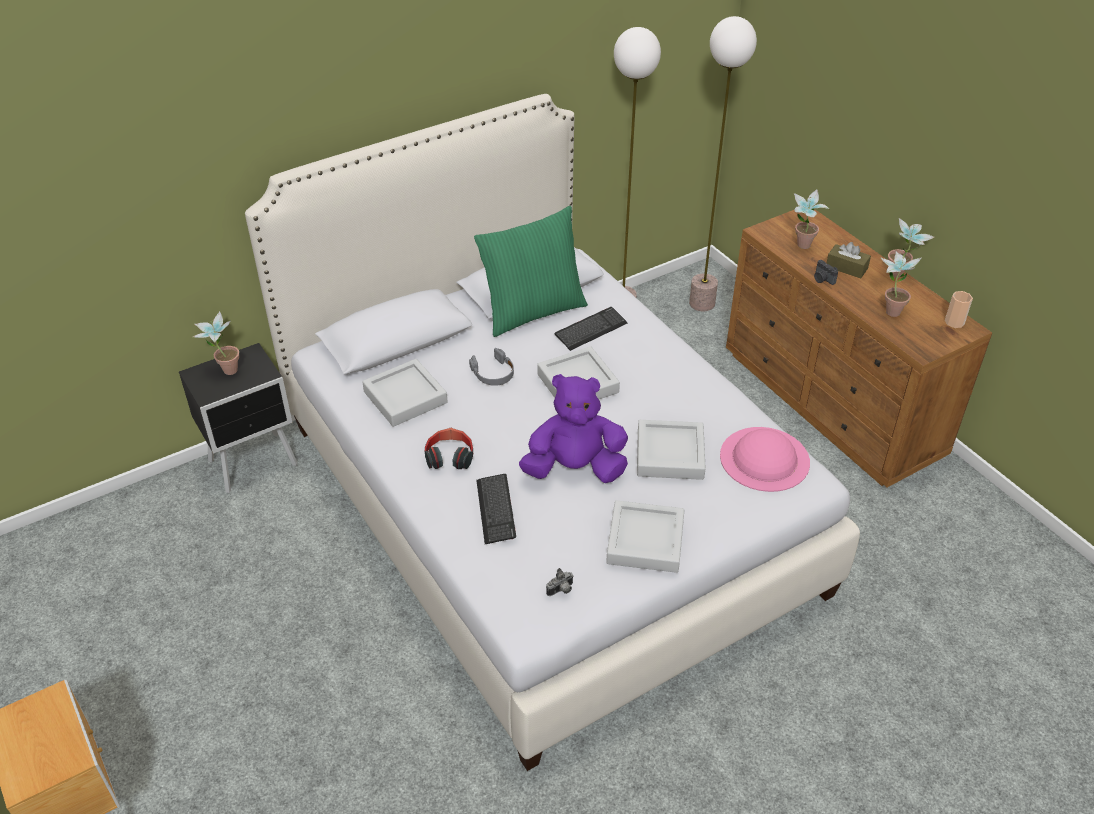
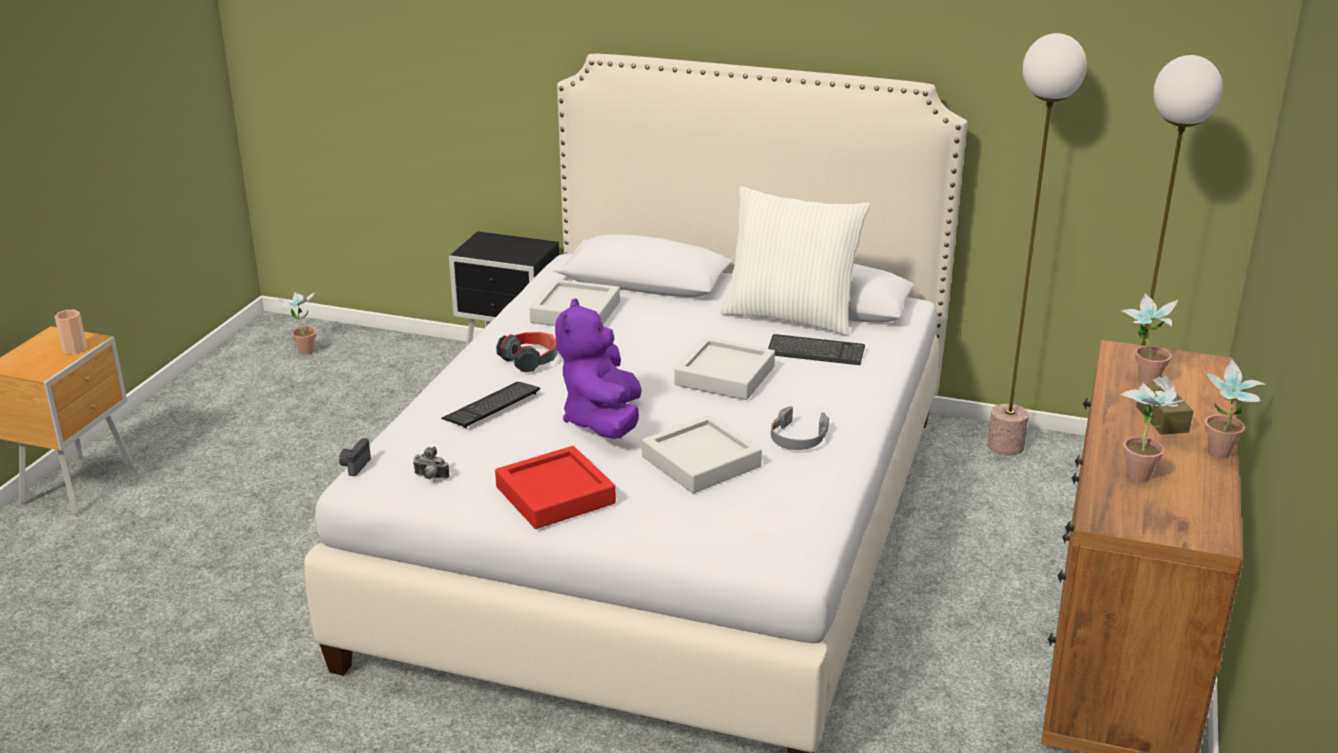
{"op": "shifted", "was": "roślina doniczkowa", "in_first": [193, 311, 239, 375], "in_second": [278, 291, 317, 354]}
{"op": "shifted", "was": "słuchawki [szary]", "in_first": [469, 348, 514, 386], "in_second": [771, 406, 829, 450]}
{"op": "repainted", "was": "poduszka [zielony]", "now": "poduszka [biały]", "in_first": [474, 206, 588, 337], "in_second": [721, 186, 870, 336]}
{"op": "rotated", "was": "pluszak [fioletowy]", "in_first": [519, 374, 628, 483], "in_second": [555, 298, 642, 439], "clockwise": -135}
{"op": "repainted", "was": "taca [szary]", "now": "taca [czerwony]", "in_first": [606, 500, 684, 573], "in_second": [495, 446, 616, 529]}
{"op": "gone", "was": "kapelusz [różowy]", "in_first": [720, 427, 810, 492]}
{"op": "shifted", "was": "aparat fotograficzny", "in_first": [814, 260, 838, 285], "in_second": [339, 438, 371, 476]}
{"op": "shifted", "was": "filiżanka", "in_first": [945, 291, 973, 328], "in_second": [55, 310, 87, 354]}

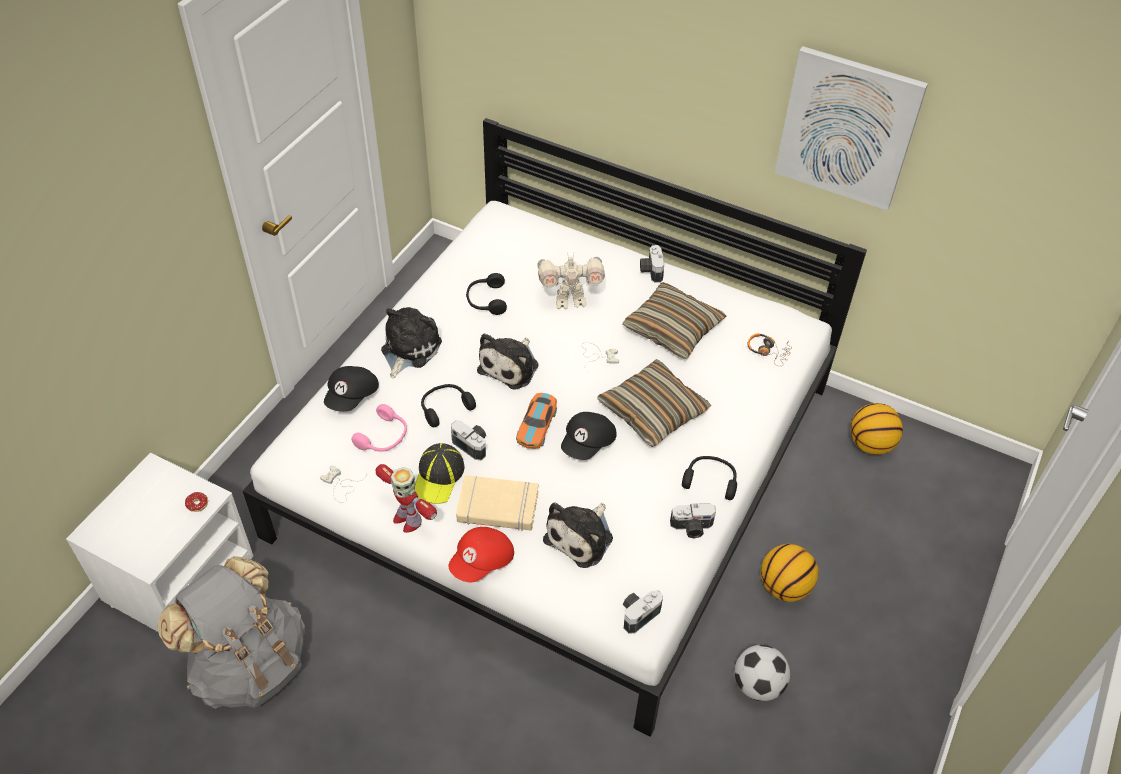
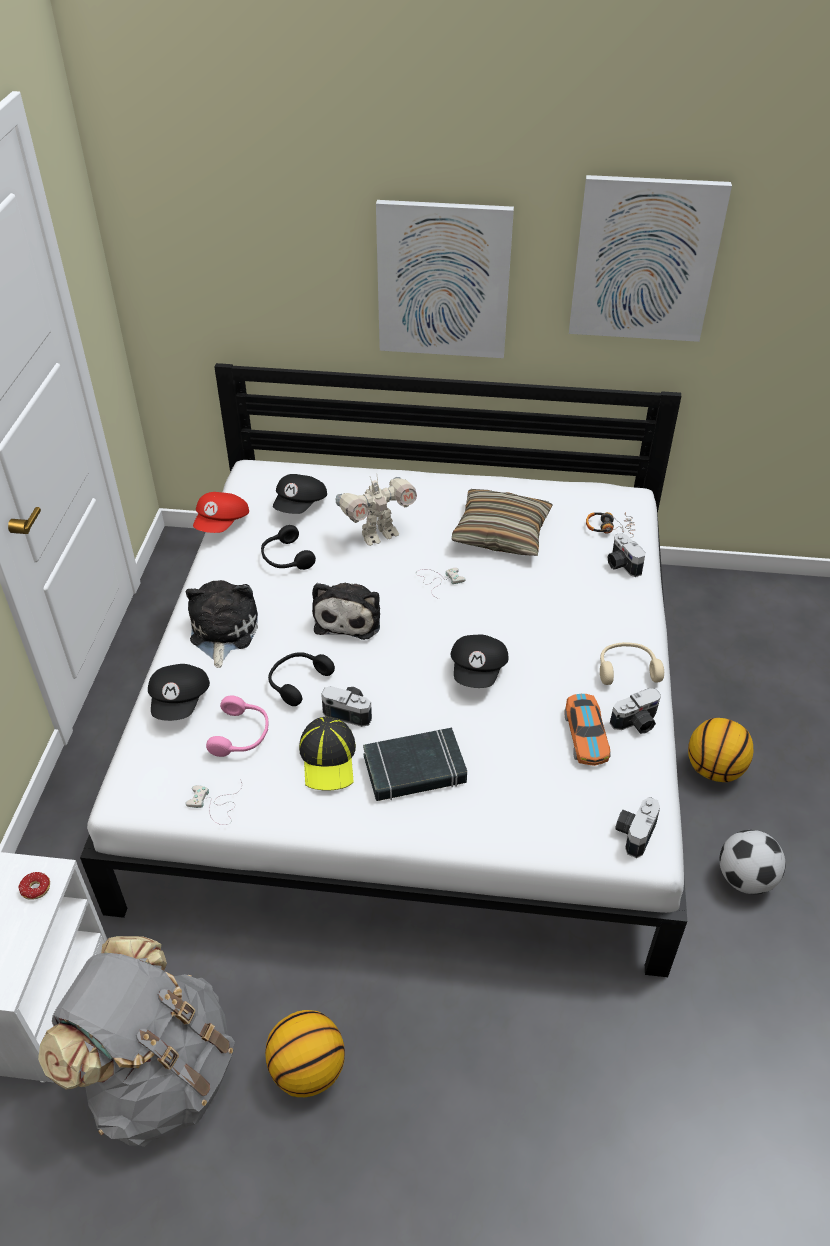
{"op": "gone", "was": "robot zabawkowy", "in_first": [375, 464, 437, 533]}
{"op": "shifted", "was": "czapka z daszkiem [czerwony]", "in_first": [448, 527, 514, 582], "in_second": [193, 492, 249, 533]}
{"op": "repainted", "was": "książka [beżowy]", "now": "książka [czarny]", "in_first": [456, 475, 538, 531], "in_second": [363, 728, 467, 801]}
{"op": "shifted", "was": "samochodzik", "in_first": [516, 393, 557, 449], "in_second": [565, 694, 611, 766]}
{"op": "gone", "was": "pluszak", "in_first": [543, 503, 613, 568]}
{"op": "gone", "was": "poduszka", "in_first": [597, 359, 711, 447]}
{"op": "shifted", "was": "aparat fotograficzny", "in_first": [640, 245, 664, 283], "in_second": [607, 533, 645, 577]}
{"op": "repainted", "was": "słuchawki [czarny]", "now": "słuchawki [beżowy]", "in_first": [682, 456, 737, 500], "in_second": [600, 642, 664, 685]}
{"op": "shifted", "was": "piłka do koszykówki", "in_first": [851, 403, 903, 455], "in_second": [265, 1010, 345, 1097]}
{"op": "new", "now": "czapka z daszkiem [czarny]", "in_second": [273, 474, 327, 514]}
{"op": "new", "now": "obraz", "in_second": [376, 200, 514, 358]}

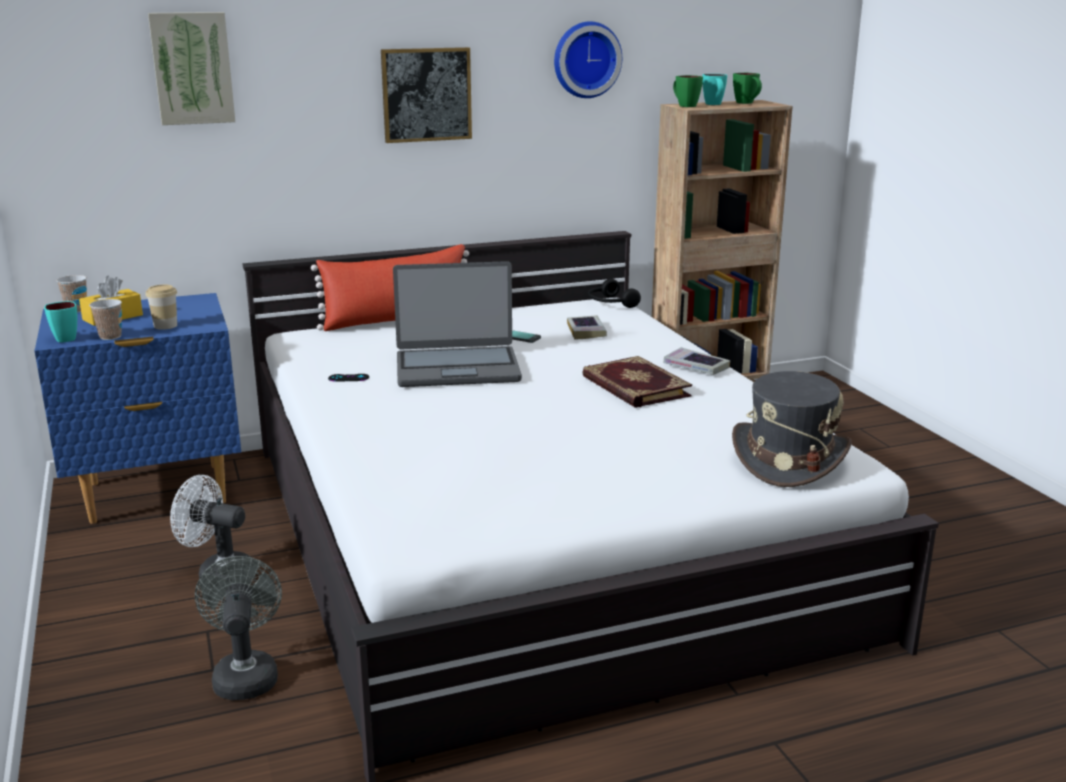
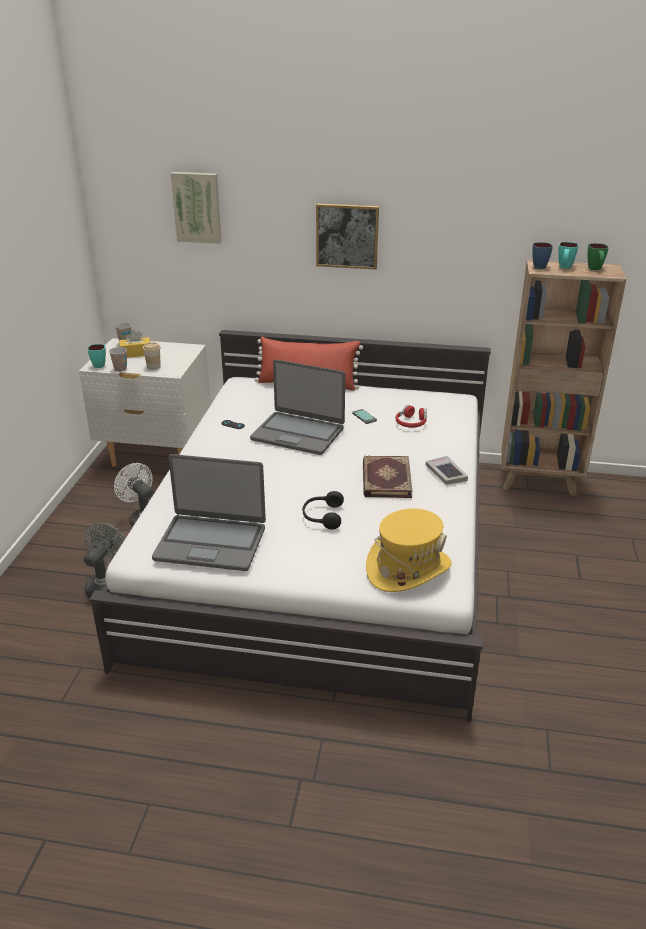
{"op": "repainted", "was": "szafka nocna [niebieski]", "now": "szafka nocna [biały]", "in_first": [34, 293, 241, 524], "in_second": [79, 338, 211, 467]}
{"op": "gone", "was": "zegar ścienny", "in_first": [554, 21, 622, 98]}
{"op": "swapped", "was": "książka", "now": "słuchawki [czerwony]", "in_first": [567, 315, 607, 340], "in_second": [395, 405, 427, 428]}
{"op": "shifted", "was": "słuchawki [czarny]", "in_first": [588, 279, 641, 308], "in_second": [302, 491, 344, 529]}
{"op": "repainted", "was": "kubek [zielony]", "now": "kubek [niebieski]", "in_first": [673, 75, 703, 107], "in_second": [532, 242, 553, 269]}
{"op": "repainted", "was": "kapelusz [szary]", "now": "kapelusz [żółty]", "in_first": [732, 371, 852, 487], "in_second": [366, 509, 452, 592]}
{"op": "new", "now": "laptop", "in_second": [152, 454, 266, 571]}

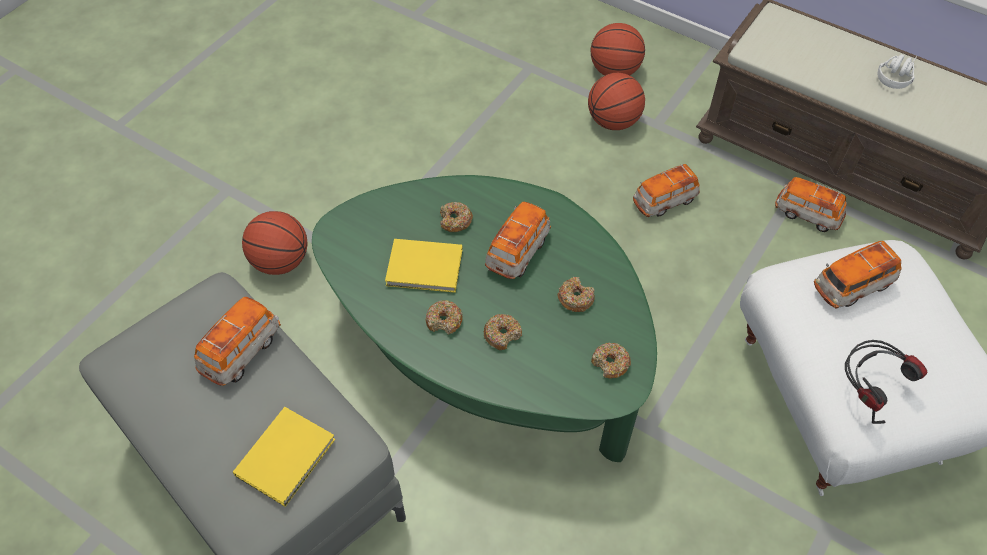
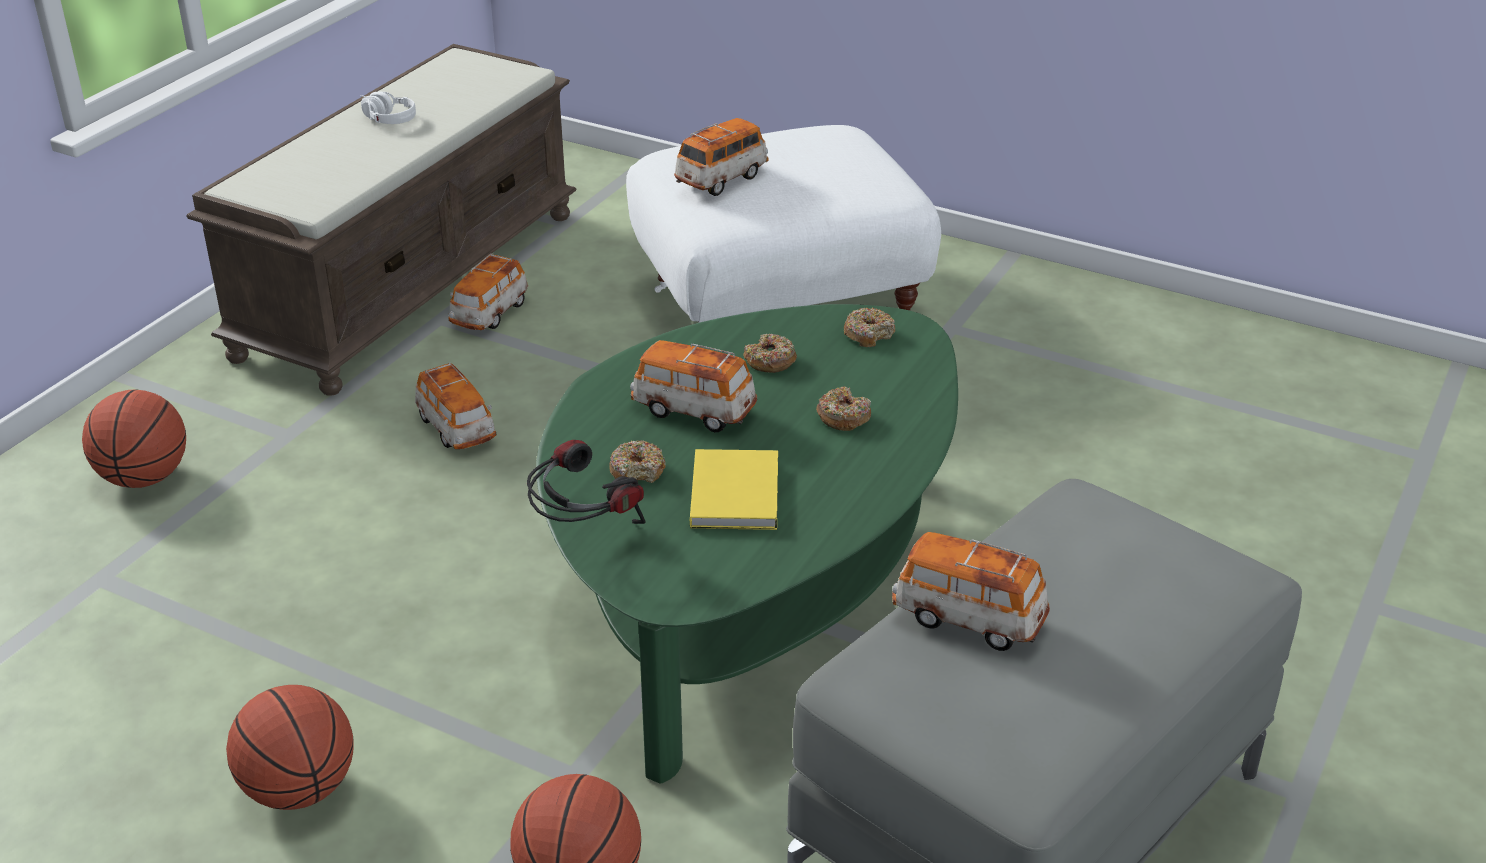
{"op": "gone", "was": "książka [żółty]", "in_first": [233, 407, 335, 507]}
{"op": "gone", "was": "donut", "in_first": [426, 300, 463, 334]}
{"op": "shifted", "was": "piłka do koszykówki", "in_first": [588, 73, 645, 130], "in_second": [226, 685, 354, 810]}
{"op": "rotated", "was": "samochodzik", "in_first": [814, 241, 902, 309], "in_second": [674, 118, 768, 196], "clockwise": -105}
{"op": "shifted", "was": "słuchawki", "in_first": [845, 340, 928, 424], "in_second": [527, 440, 646, 524]}

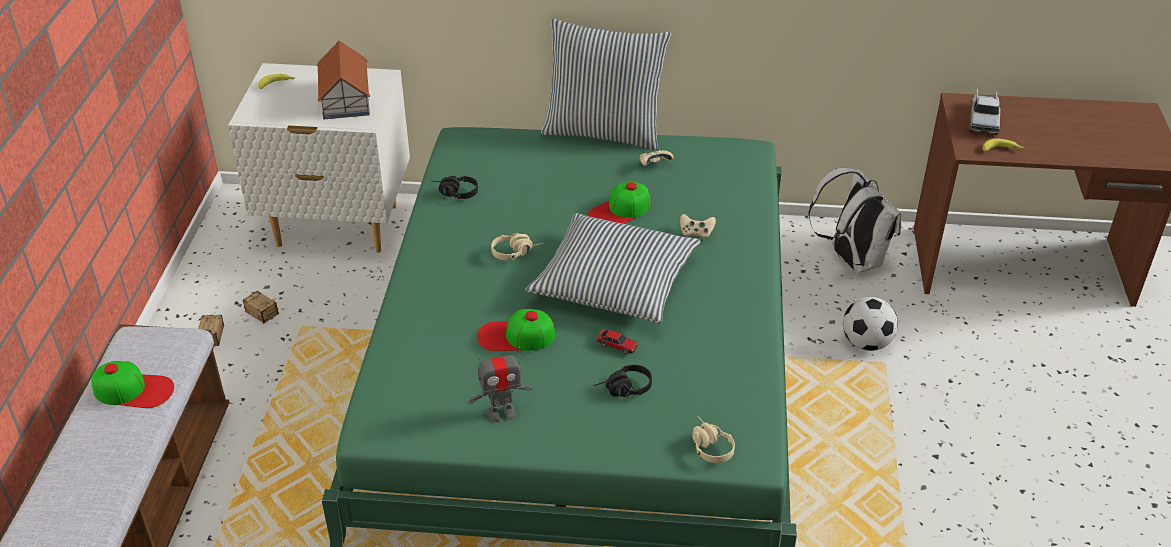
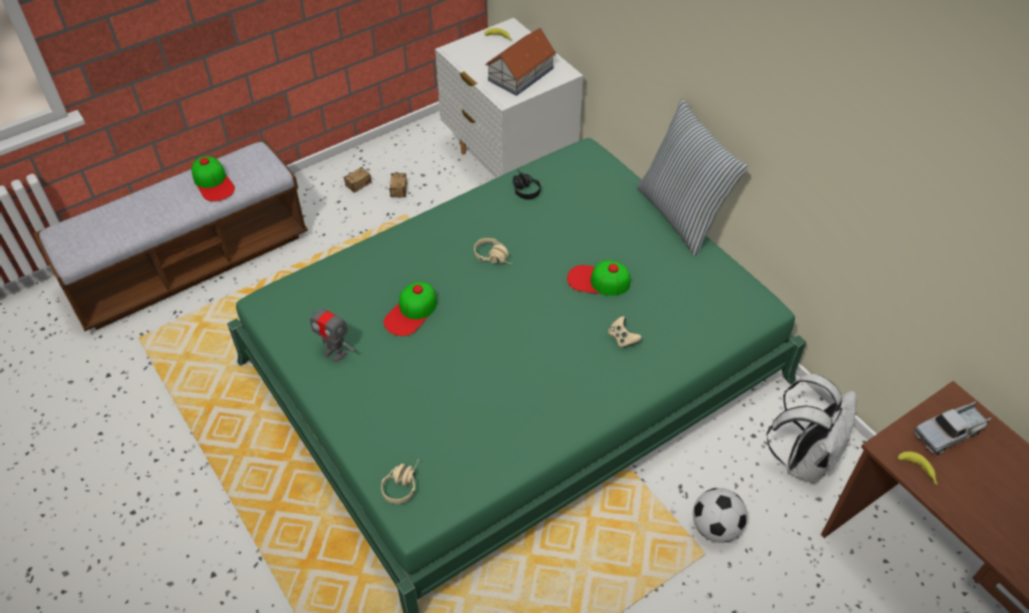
{"op": "rotated", "was": "czapka z daszkiem", "in_first": [477, 309, 555, 351], "in_second": [383, 282, 437, 336], "clockwise": -105}
{"op": "gone", "was": "poduszka", "in_first": [526, 213, 701, 323]}
{"op": "gone", "was": "słuchawki [czarny]", "in_first": [593, 365, 652, 397]}
{"op": "gone", "was": "samochodzik", "in_first": [597, 330, 638, 355]}
{"op": "gone", "was": "pad do gier [beżowy]", "in_first": [639, 149, 674, 166]}

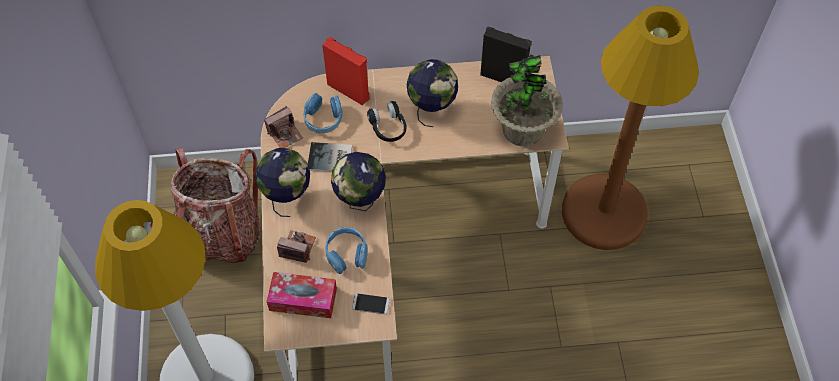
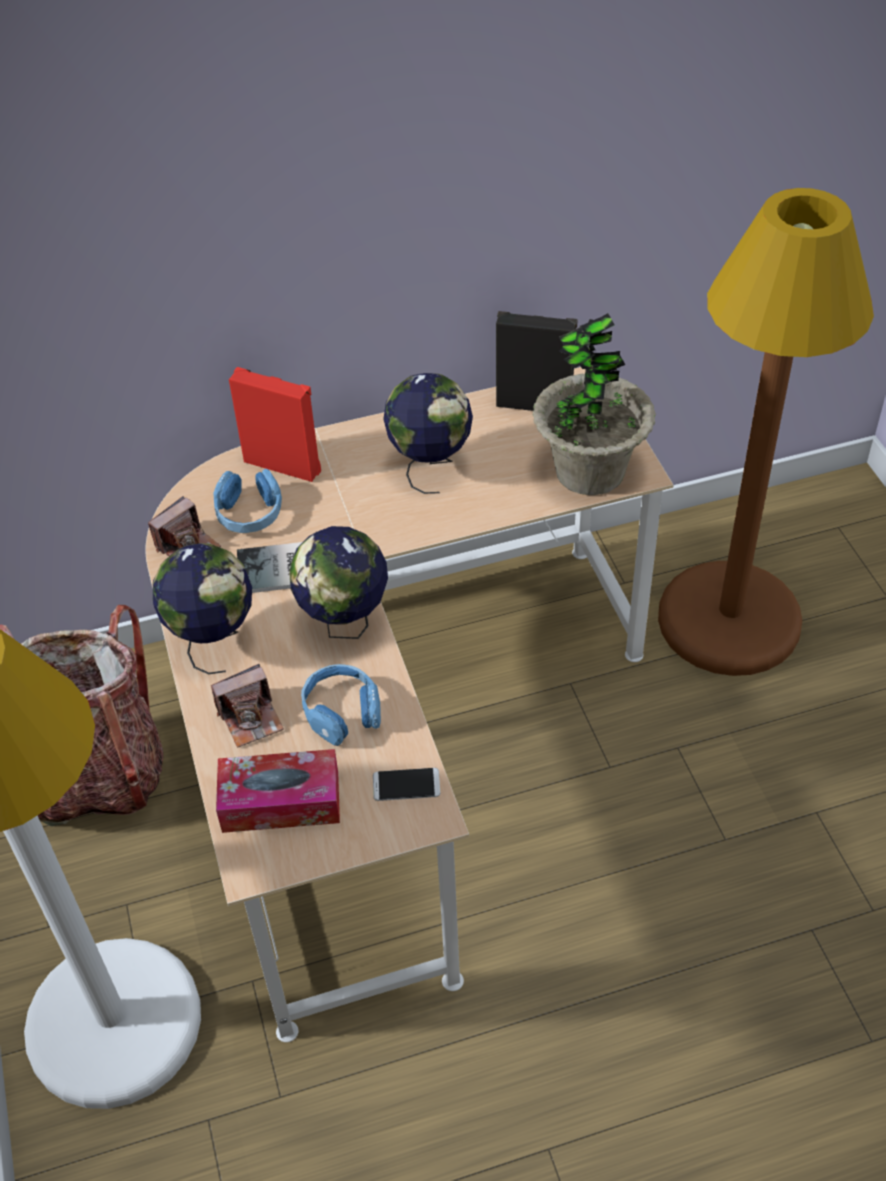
{"op": "rotated", "was": "aparat fotograficzny", "in_first": [277, 230, 316, 263], "in_second": [211, 664, 284, 748], "clockwise": 150}
{"op": "gone", "was": "słuchawki [czarny]", "in_first": [367, 101, 406, 142]}

